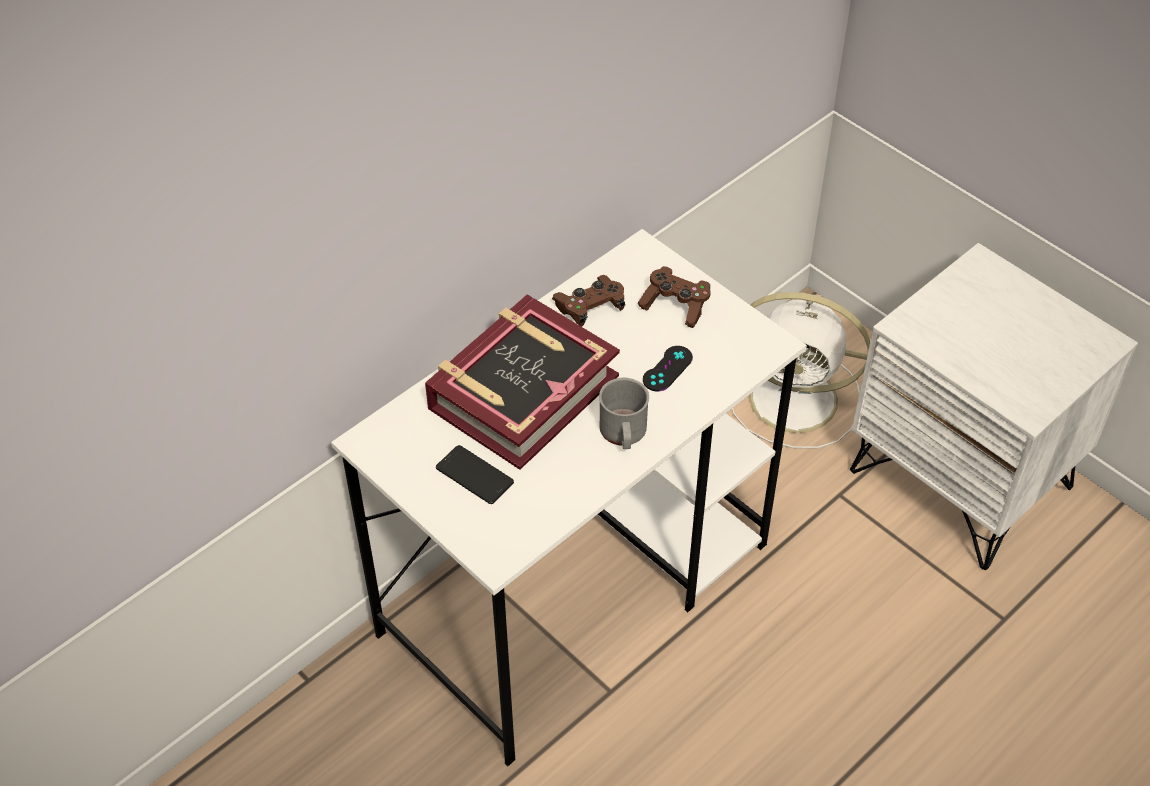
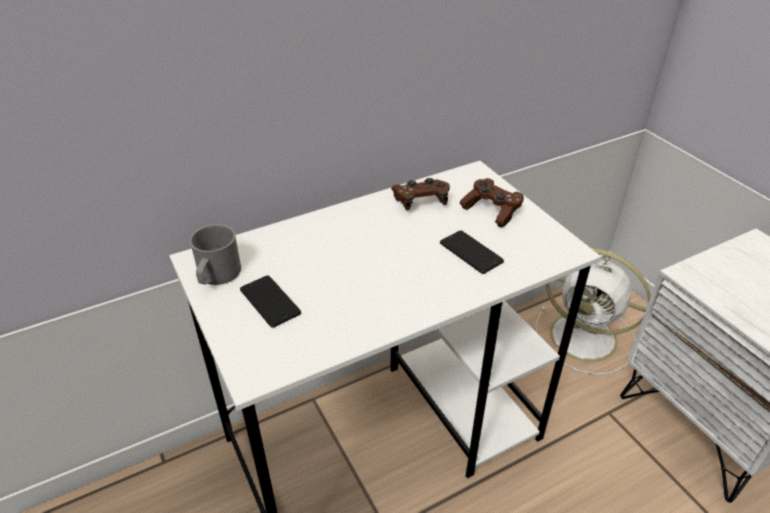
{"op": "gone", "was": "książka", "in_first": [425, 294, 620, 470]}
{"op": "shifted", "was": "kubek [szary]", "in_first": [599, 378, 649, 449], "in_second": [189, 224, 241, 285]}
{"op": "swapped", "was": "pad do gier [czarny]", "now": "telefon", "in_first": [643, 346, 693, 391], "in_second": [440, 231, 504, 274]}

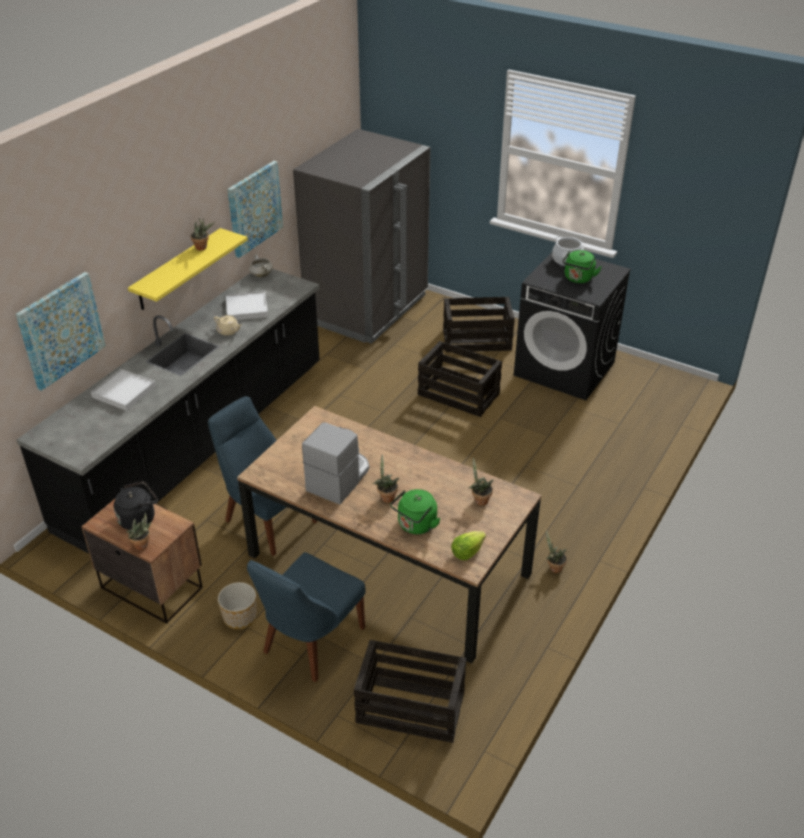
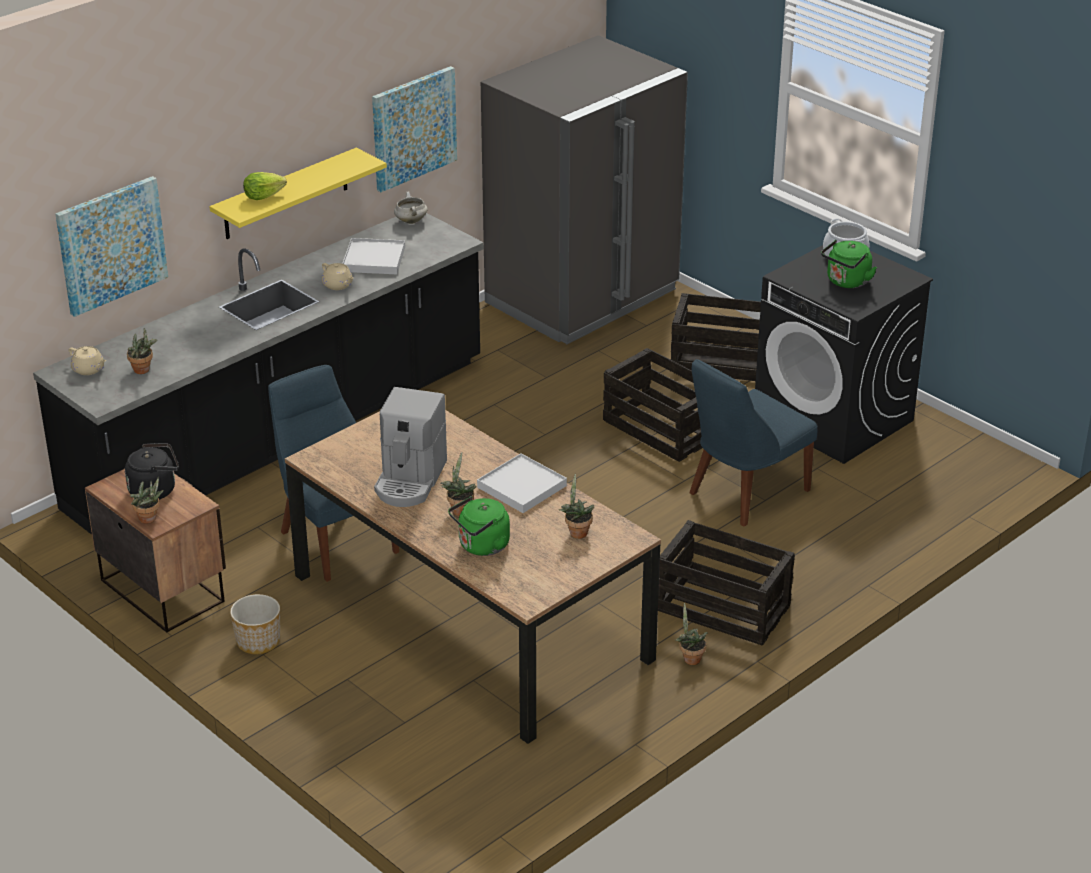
{"op": "shifted", "was": "taca [biały]", "in_first": [91, 369, 156, 411], "in_second": [477, 453, 567, 513]}
{"op": "shifted", "was": "roślina doniczkowa", "in_first": [191, 218, 215, 251], "in_second": [127, 328, 157, 374]}
{"op": "shifted", "was": "krzesło [niebieski]", "in_first": [247, 552, 366, 682], "in_second": [689, 359, 818, 526]}
{"op": "rotated", "was": "ekspres do kawy", "in_first": [302, 422, 369, 504], "in_second": [374, 387, 447, 507], "clockwise": 150}
{"op": "shifted", "was": "skrzynka", "in_first": [354, 640, 467, 743], "in_second": [658, 520, 795, 646]}
{"op": "shifted", "was": "sałata", "in_first": [451, 531, 486, 560], "in_second": [243, 172, 287, 200]}
{"op": "new", "now": "imbryk [beżowy]", "in_second": [68, 346, 106, 375]}

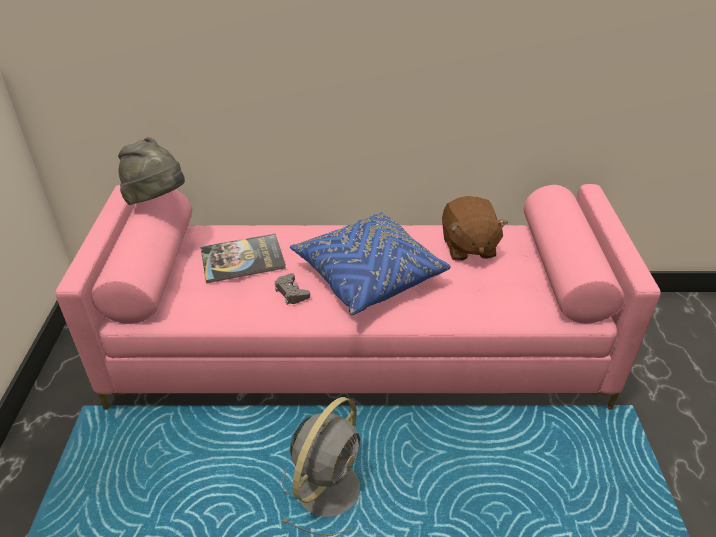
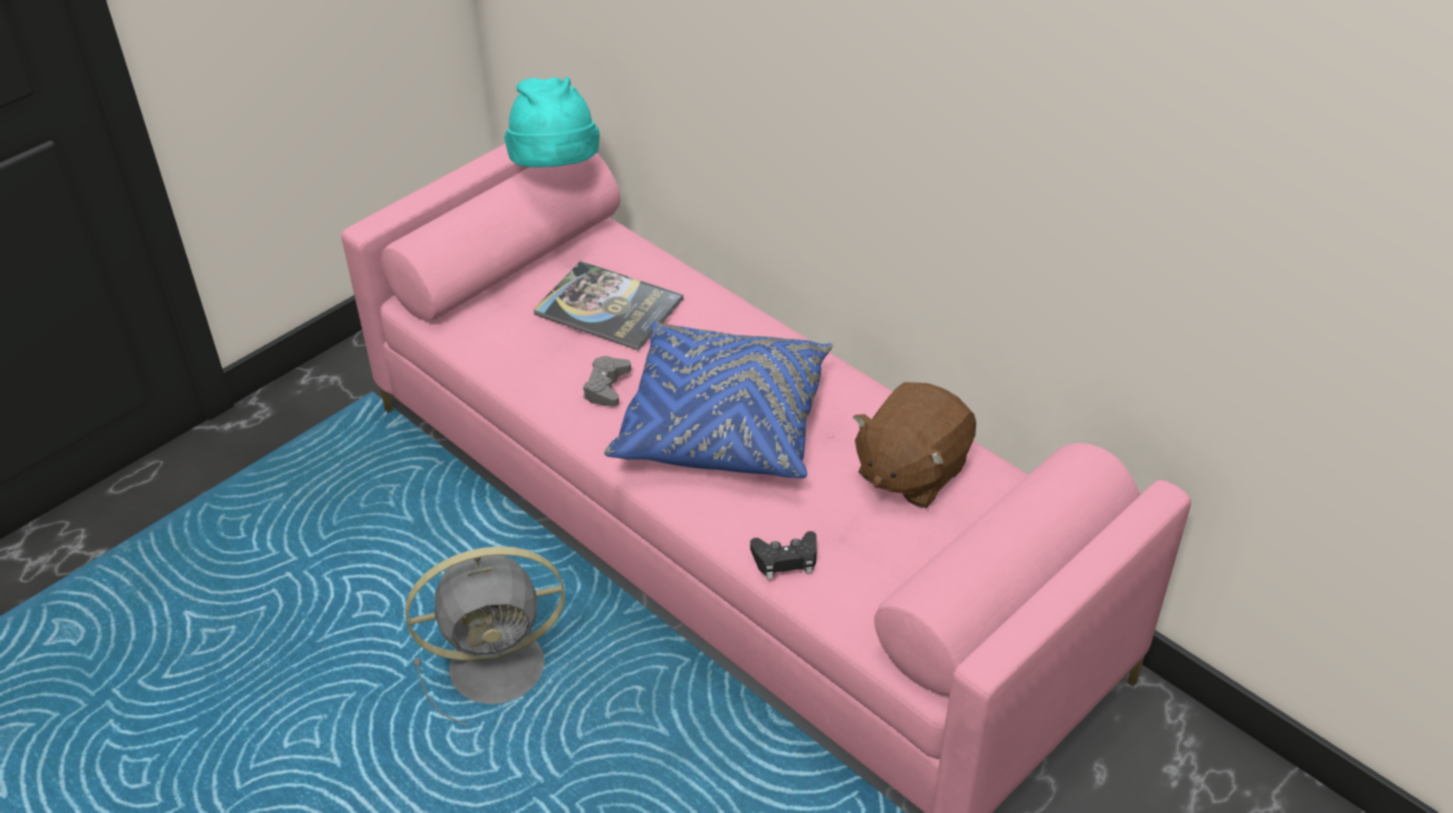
{"op": "repainted", "was": "kapelusz [szary]", "now": "kapelusz [turkusowy]", "in_first": [118, 137, 185, 205], "in_second": [504, 77, 599, 167]}
{"op": "new", "now": "pad do gier [czarny]", "in_second": [750, 531, 817, 578]}

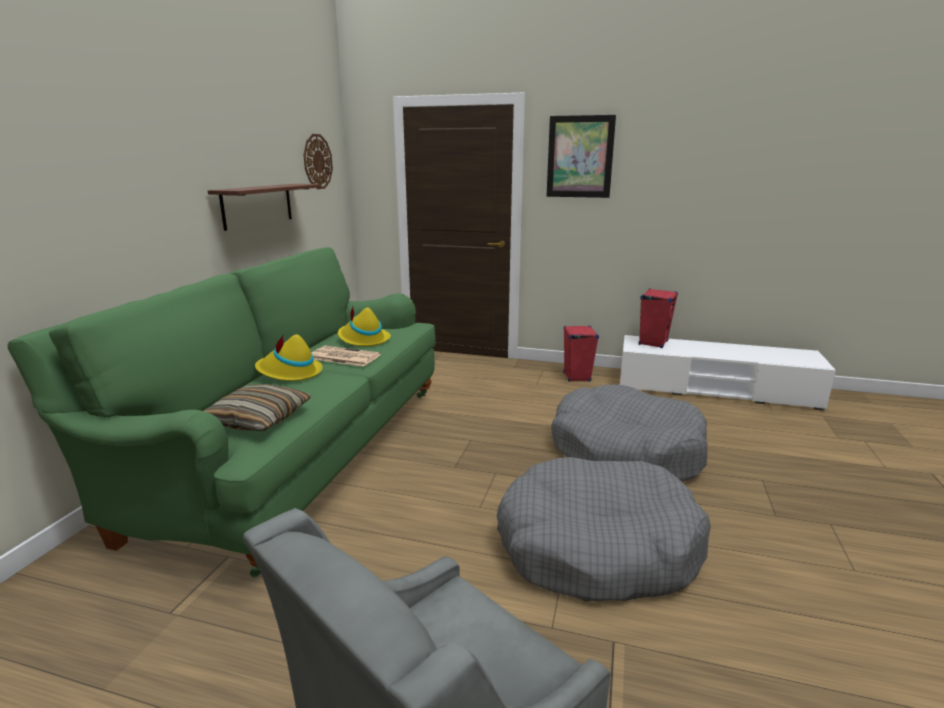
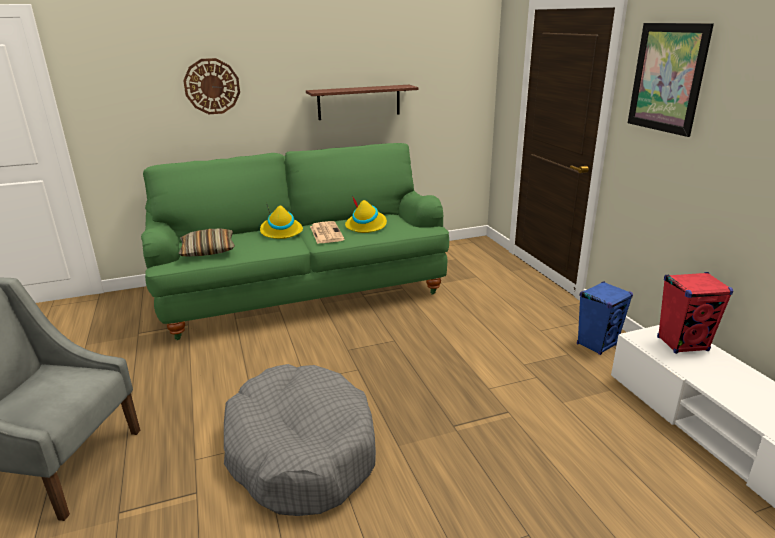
{"op": "shifted", "was": "zegar ścienny", "in_first": [303, 134, 333, 189], "in_second": [183, 58, 240, 114]}
{"op": "gone", "was": "legowisko [szary]", "in_first": [551, 385, 707, 482]}
{"op": "repainted", "was": "głośnik [czerwony]", "now": "głośnik [niebieski]", "in_first": [563, 325, 599, 382], "in_second": [577, 281, 633, 355]}

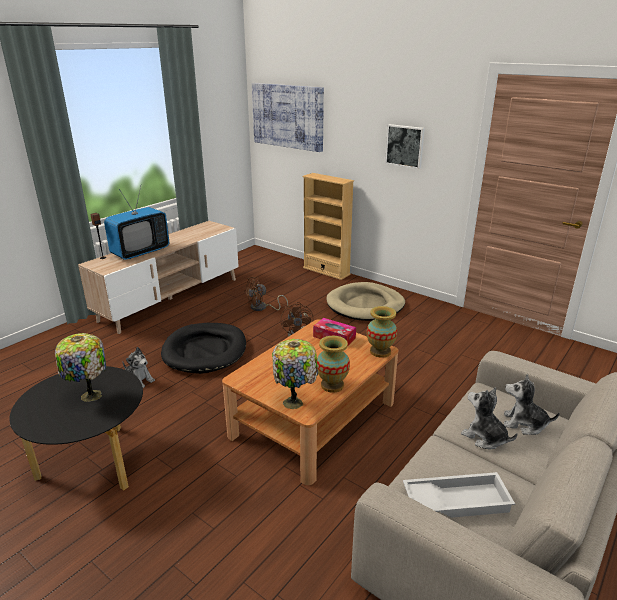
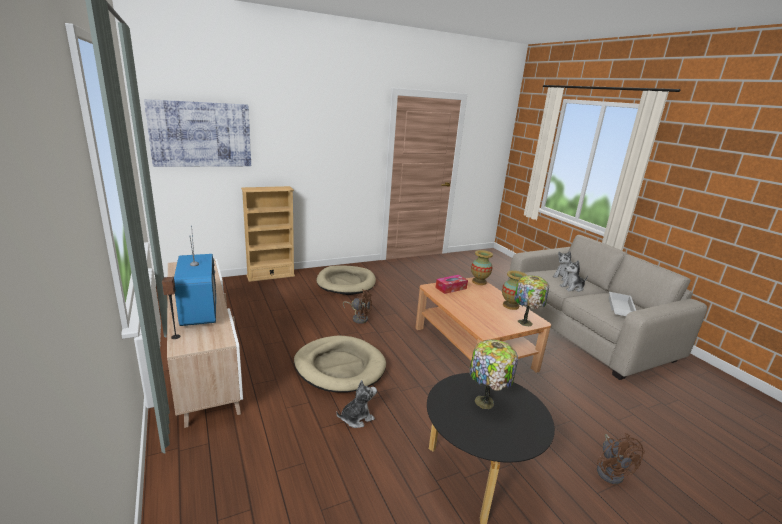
{"op": "repainted", "was": "legowisko [czarny]", "now": "legowisko [beżowy]", "in_first": [161, 323, 246, 374], "in_second": [294, 335, 386, 392]}
{"op": "shifted", "was": "wentylator [brązowy]", "in_first": [244, 277, 288, 311], "in_second": [597, 433, 645, 484]}
{"op": "gone", "was": "obraz", "in_first": [385, 124, 425, 169]}

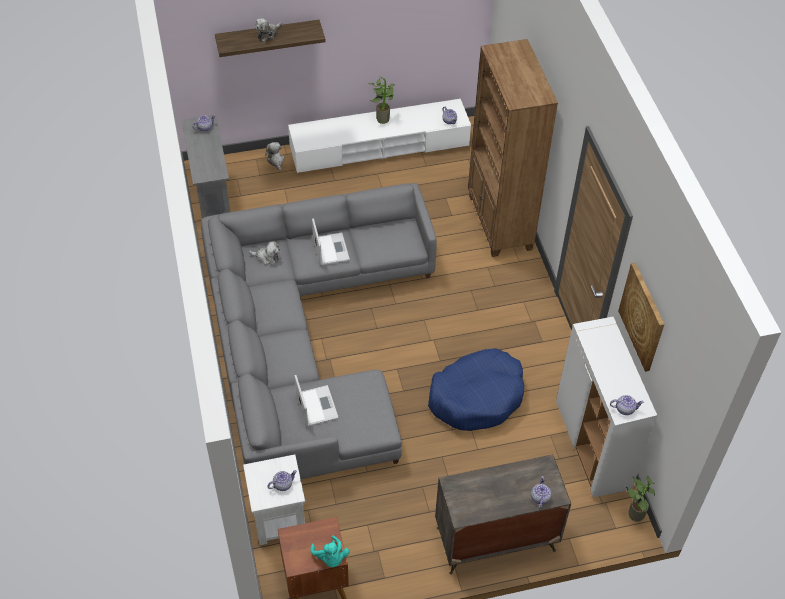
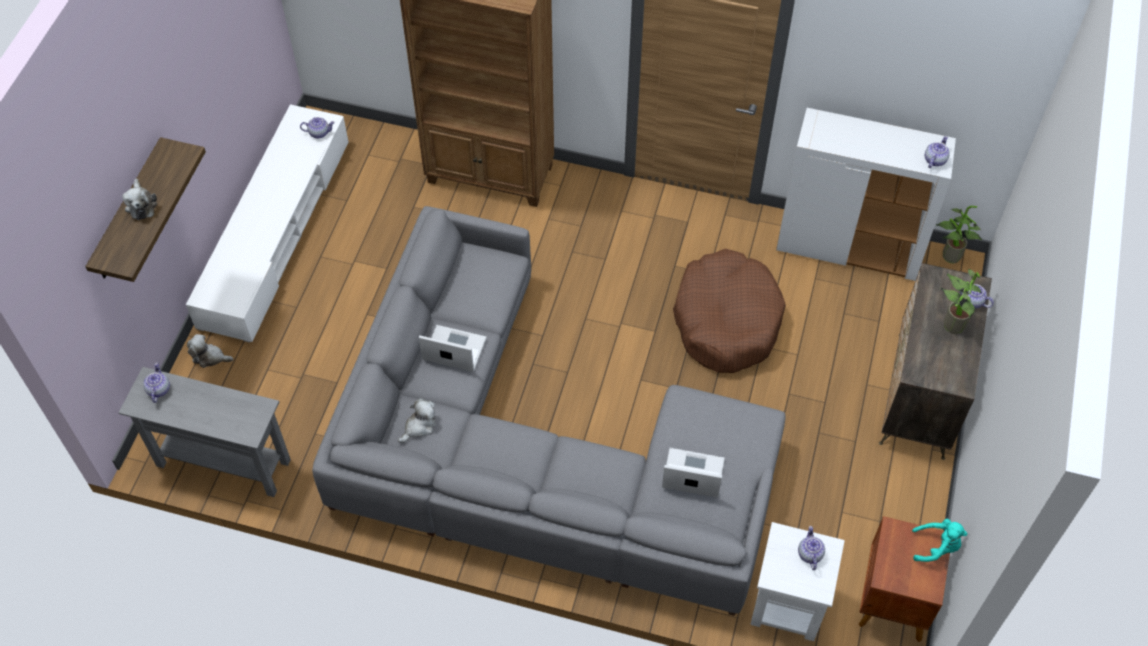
{"op": "shifted", "was": "roślina doniczkowa", "in_first": [367, 76, 394, 124], "in_second": [941, 268, 982, 334]}
{"op": "repainted", "was": "legowisko [niebieski]", "now": "legowisko [brązowy]", "in_first": [428, 348, 524, 431], "in_second": [673, 249, 786, 373]}
{"op": "gone", "was": "obraz", "in_first": [618, 262, 665, 372]}

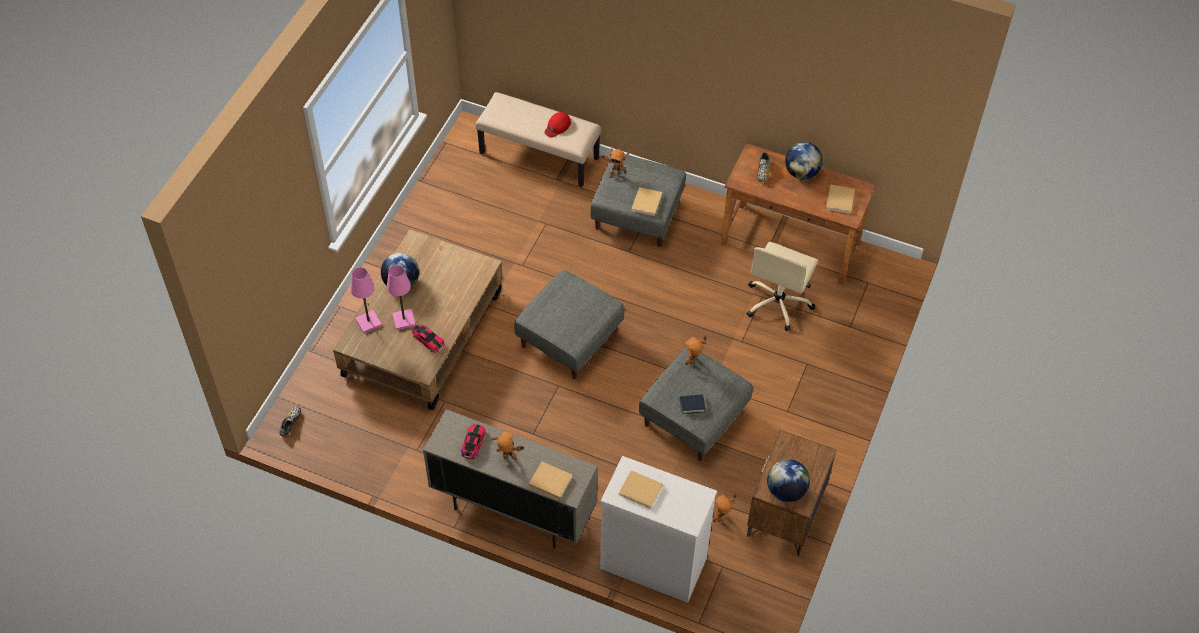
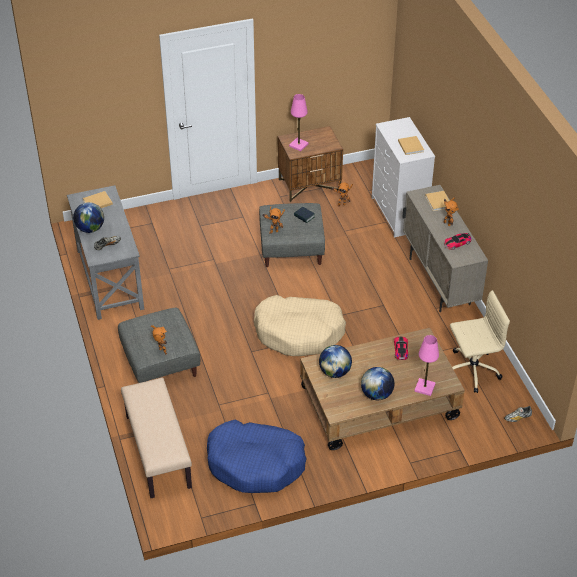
{"op": "shifted", "was": "lampa stołowa [różowy]", "in_first": [387, 265, 416, 330], "in_second": [289, 94, 309, 151]}
{"op": "swapped", "was": "pufa [szary]", "now": "legowisko [beżowy]", "in_first": [514, 270, 625, 379], "in_second": [254, 295, 346, 356]}
{"op": "gone", "was": "czapka z daszkiem [czerwony]", "in_first": [544, 112, 571, 137]}
{"op": "gone", "was": "książka [beżowy]", "in_first": [631, 187, 662, 216]}
{"op": "repainted", "was": "biurko [brązowy]", "now": "biurko [szary]", "in_first": [721, 143, 876, 285], "in_second": [67, 185, 144, 320]}
{"op": "shifted", "was": "krzesło biurowe [beżowy]", "in_first": [746, 242, 818, 331], "in_second": [450, 290, 510, 393]}
{"op": "shifted", "was": "globus", "in_first": [767, 459, 810, 502], "in_second": [319, 345, 352, 378]}
{"op": "new", "now": "legowisko [niebieski]", "in_second": [207, 420, 307, 493]}

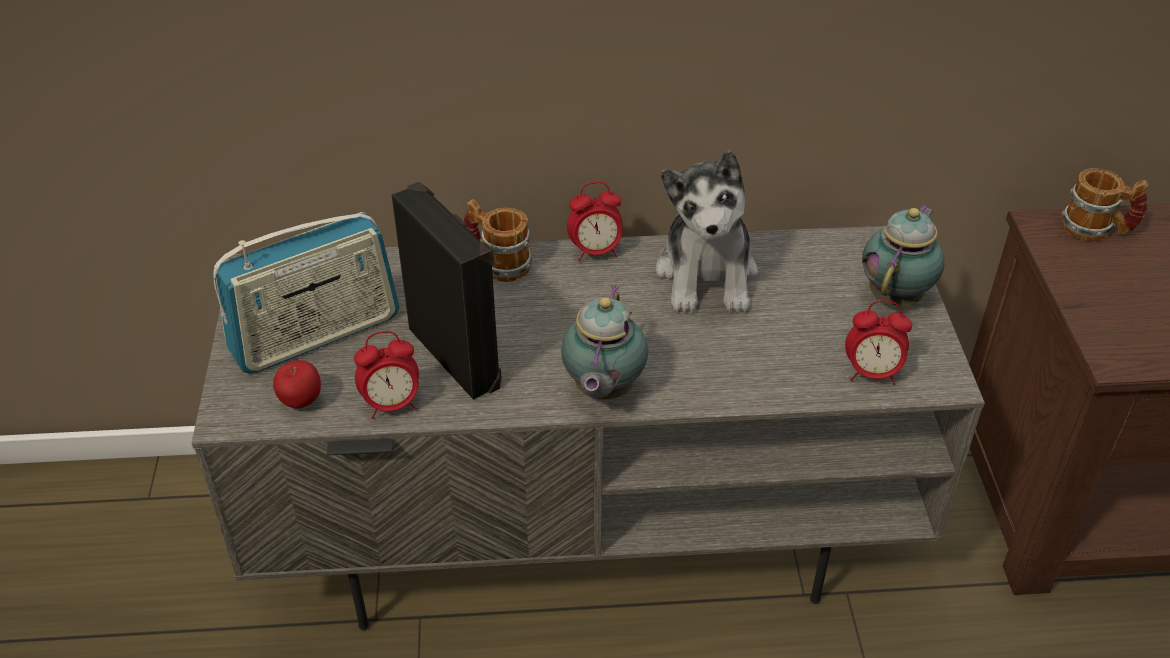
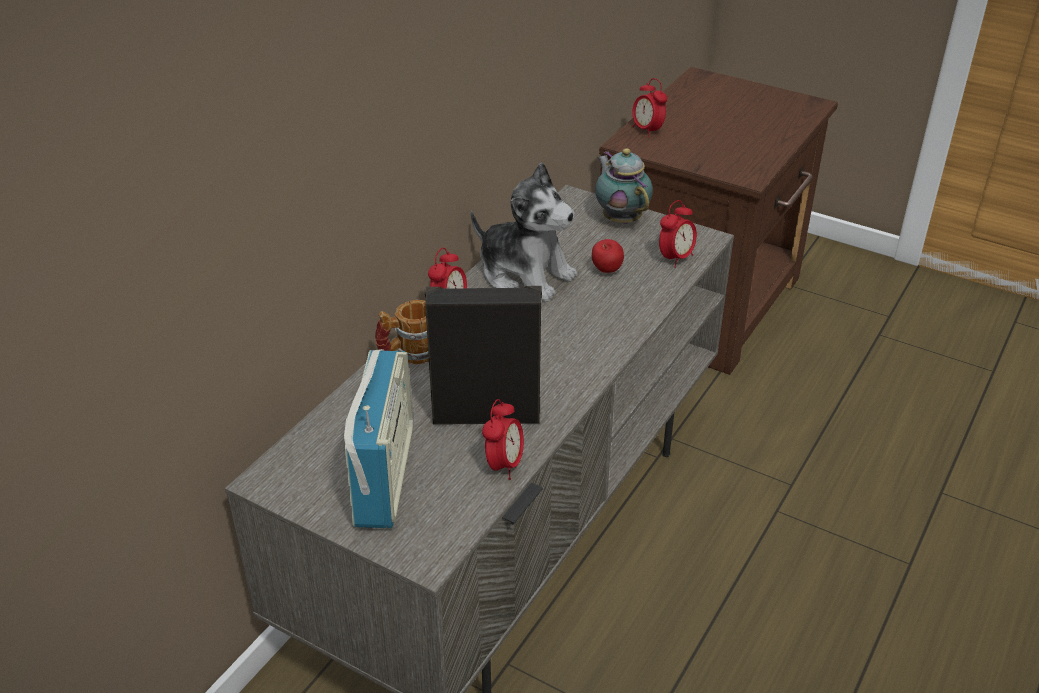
{"op": "shifted", "was": "jabłko", "in_first": [273, 360, 321, 409], "in_second": [592, 239, 624, 273]}
{"op": "gone", "was": "imbryk", "in_first": [561, 285, 648, 400]}
{"op": "swapped", "was": "kubek", "now": "budzik", "in_first": [1062, 168, 1149, 241], "in_second": [633, 78, 667, 137]}

